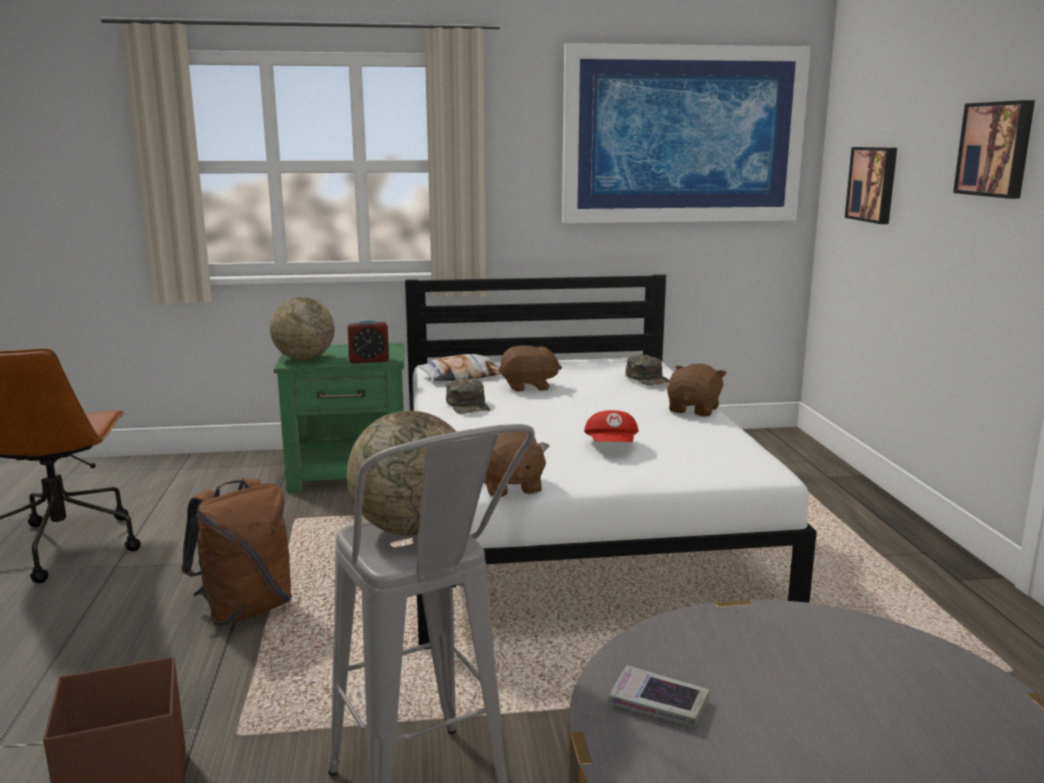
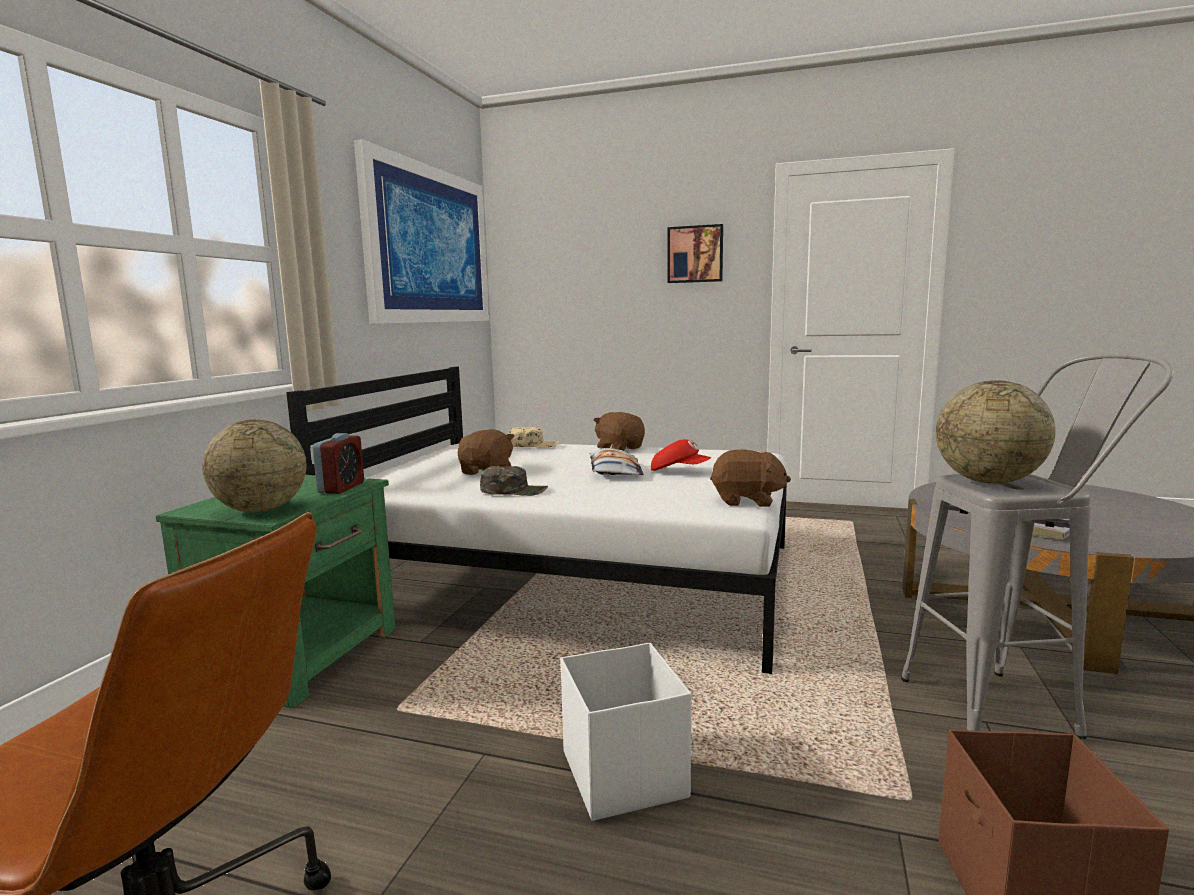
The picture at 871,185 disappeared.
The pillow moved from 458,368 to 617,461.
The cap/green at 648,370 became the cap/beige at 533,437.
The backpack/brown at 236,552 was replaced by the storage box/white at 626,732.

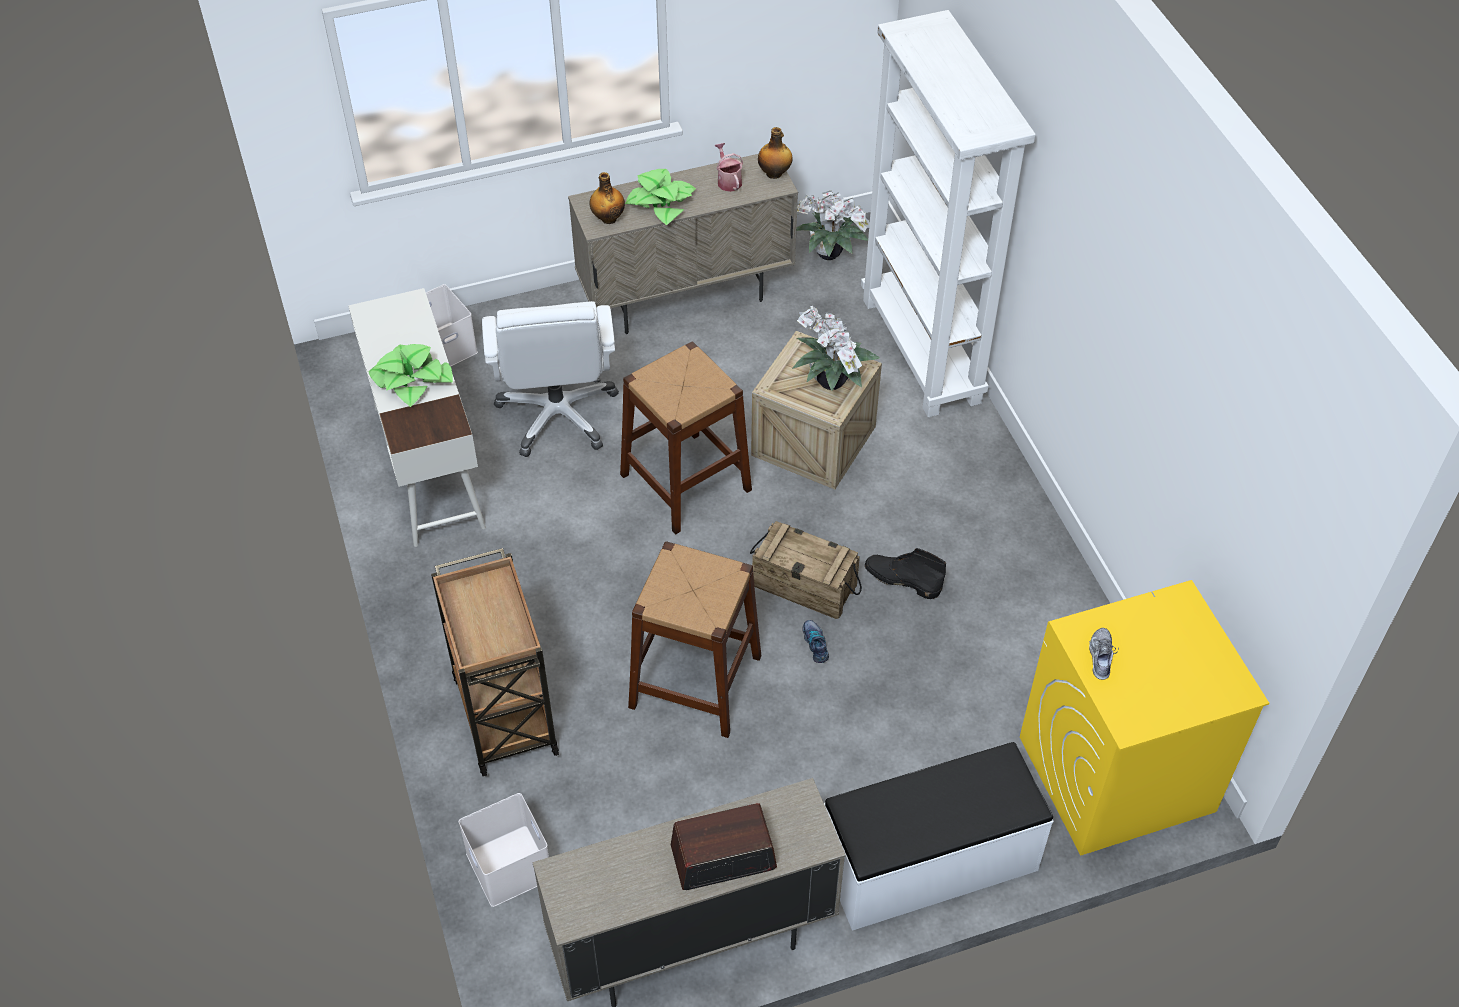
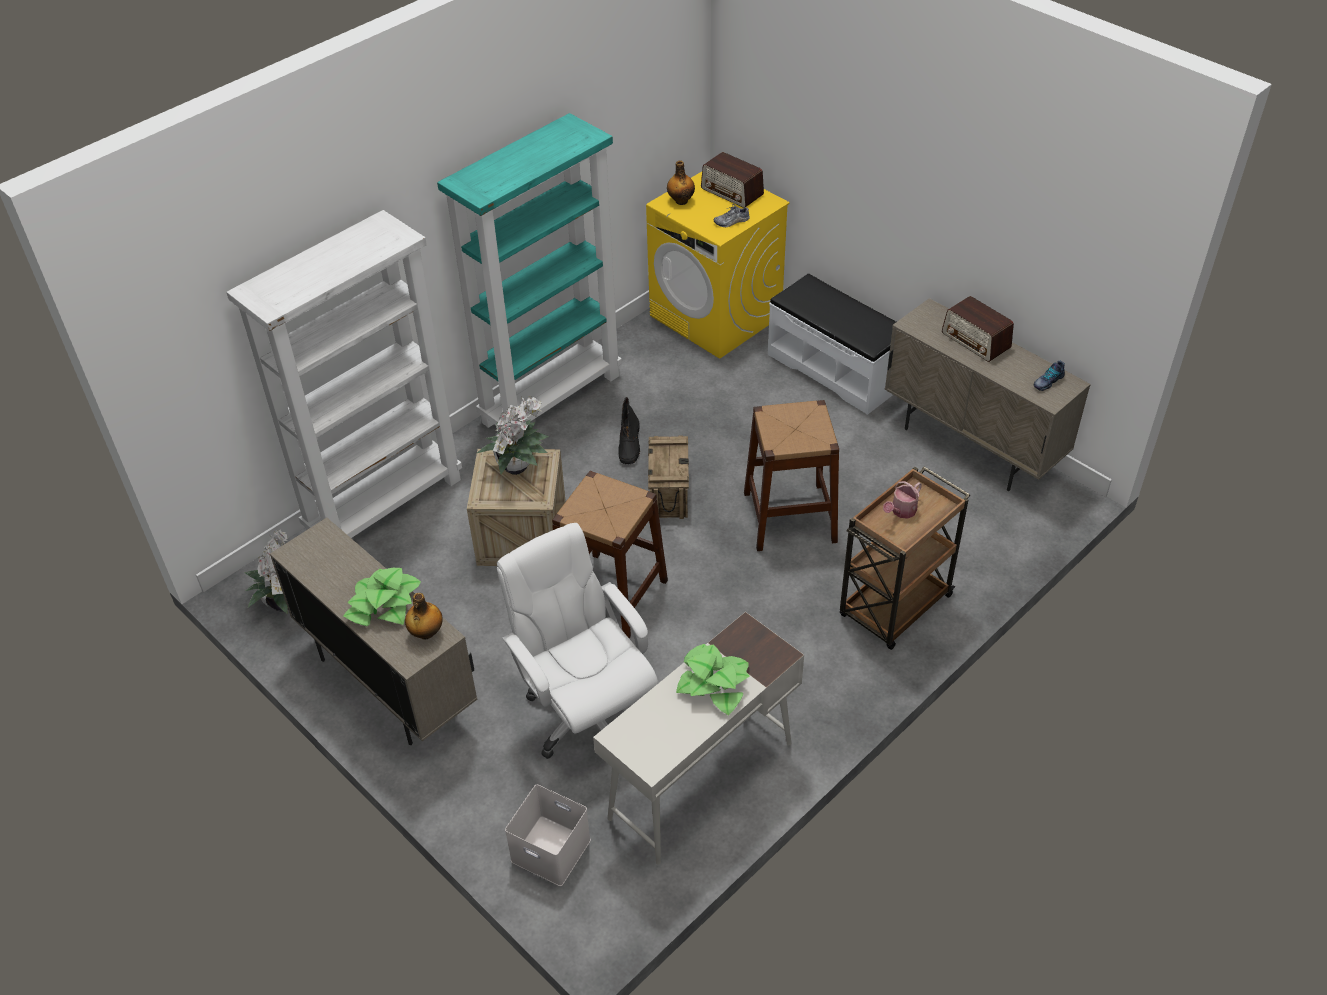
The bottle moved from 775,153 to 681,182.
The watering can moved from 728,167 to 902,500.
The office chair/white at 550,379 turned 90 degrees counterclockwise.
The shoe moved from 815,641 to 1049,376.
The storage box/white at 504,850 disappeared.
The bookcase/turquoise at 529,270 appeared.
The radio at 732,180 appeared.

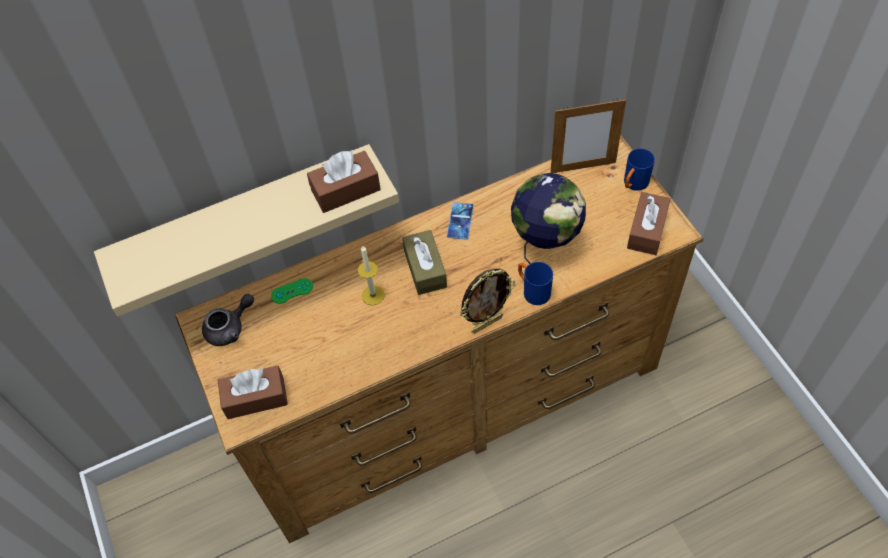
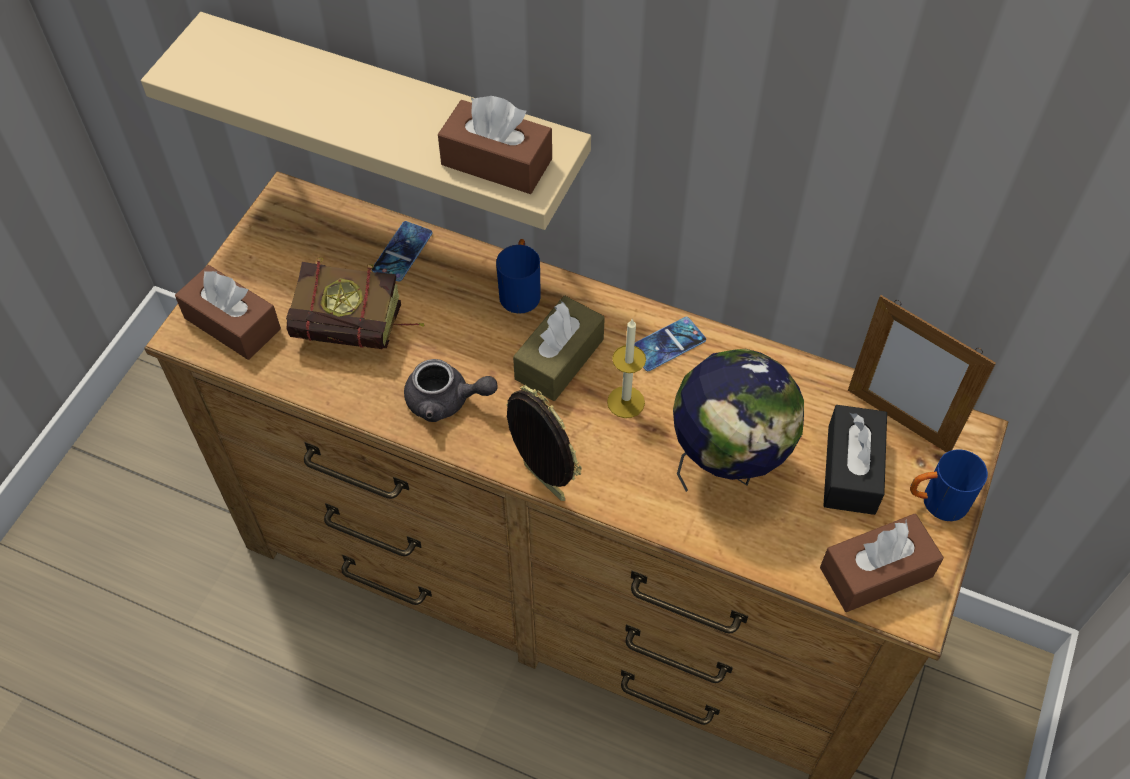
The candle moved from 371,275 to 626,368.
The mug/blue moved from 535,283 to 518,276.
The picture frame at 487,301 turned 150 degrees counterclockwise.
The game controller/green at 292,291 was replaced by the phone at 402,251.
The teapot/grey moved from 228,320 to 451,390.
The book at 355,303 appeared.
The tissue box/black at 855,460 appeared.

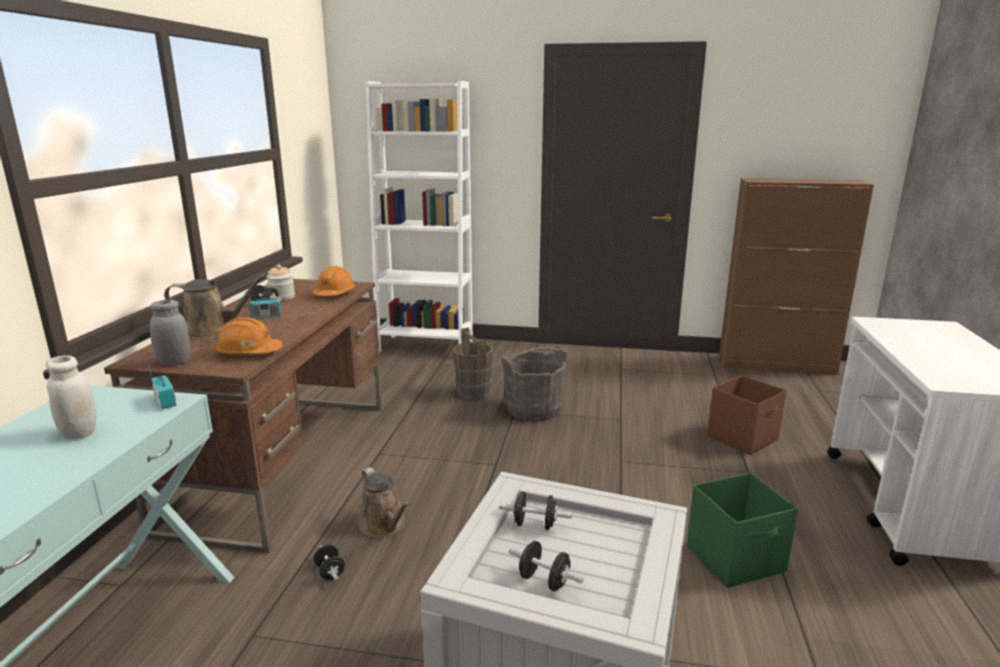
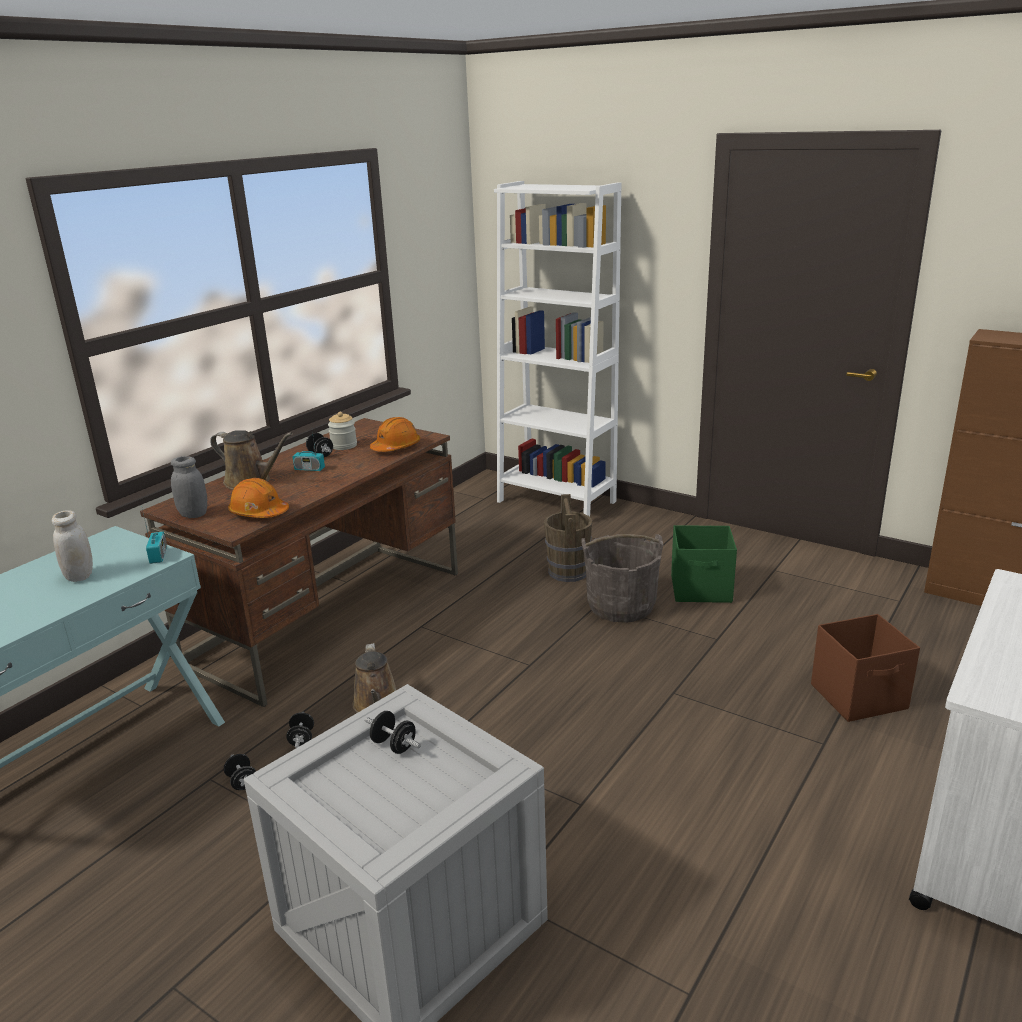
The storage box/green moved from 742,530 to 704,564.
The dumbbell/black moved from 546,566 to 240,772.

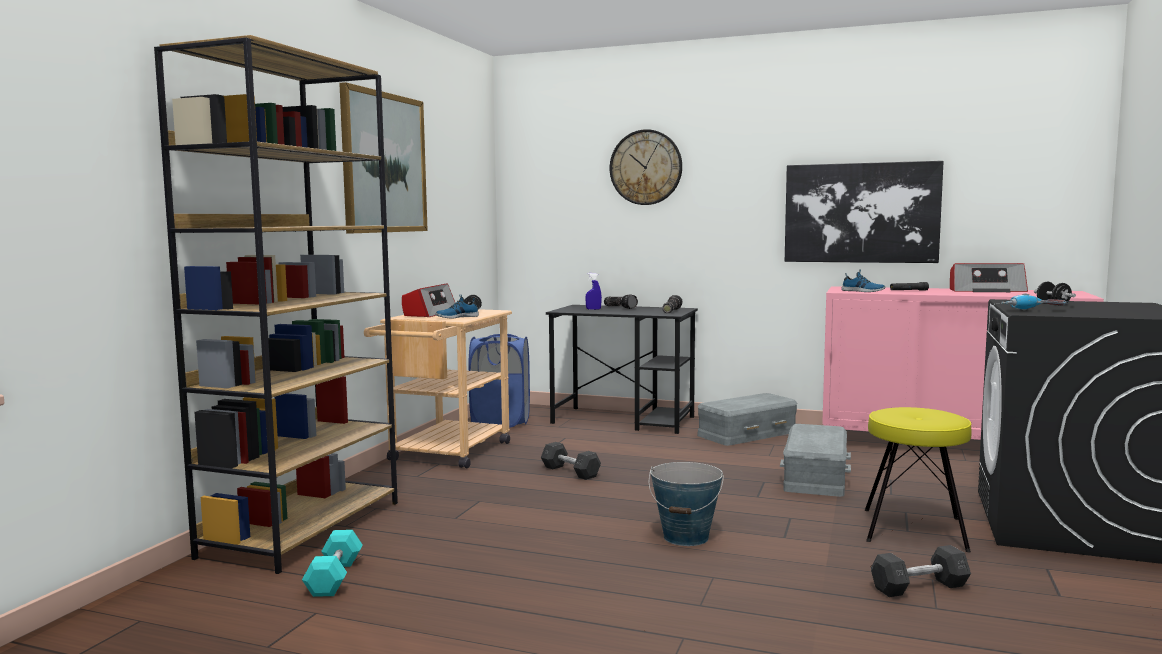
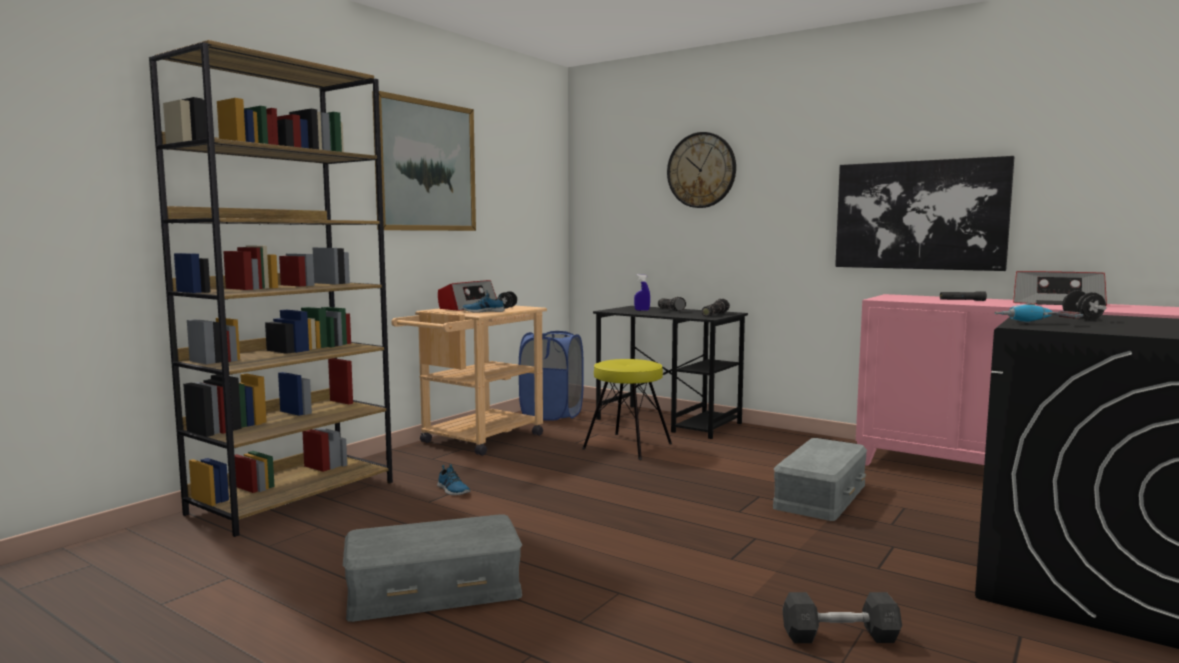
The shoe moved from 863,281 to 454,479.
The storage box/grey moved from 747,419 to 432,568.
The stool/yellow moved from 918,479 to 627,409.
The dumbbell/grey at 571,461 disappeared.
The bucket at 686,504 disappeared.
The dumbbell/turquoise at 332,563 disappeared.

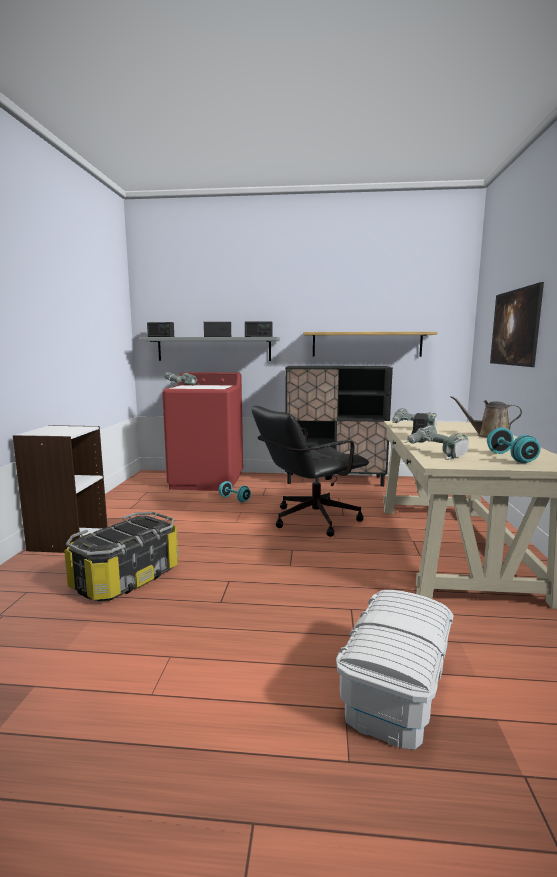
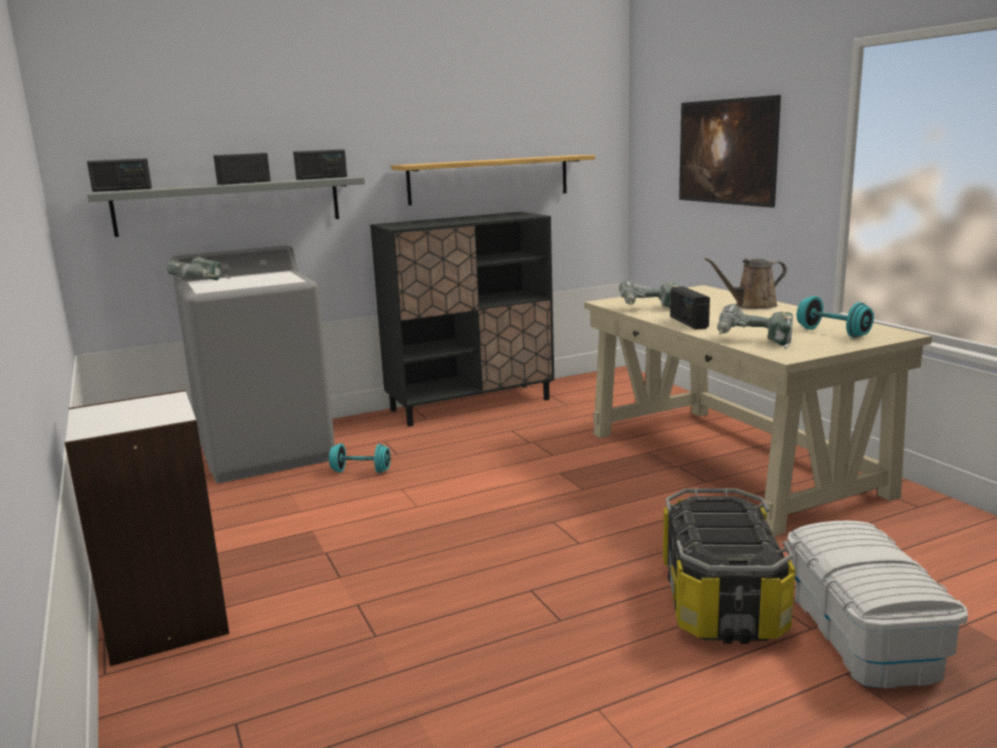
The washing machine/red at 202,431 became the washing machine/grey at 253,364.
The office chair/black at 310,471 disappeared.
The storage box moved from 121,556 to 729,566.

